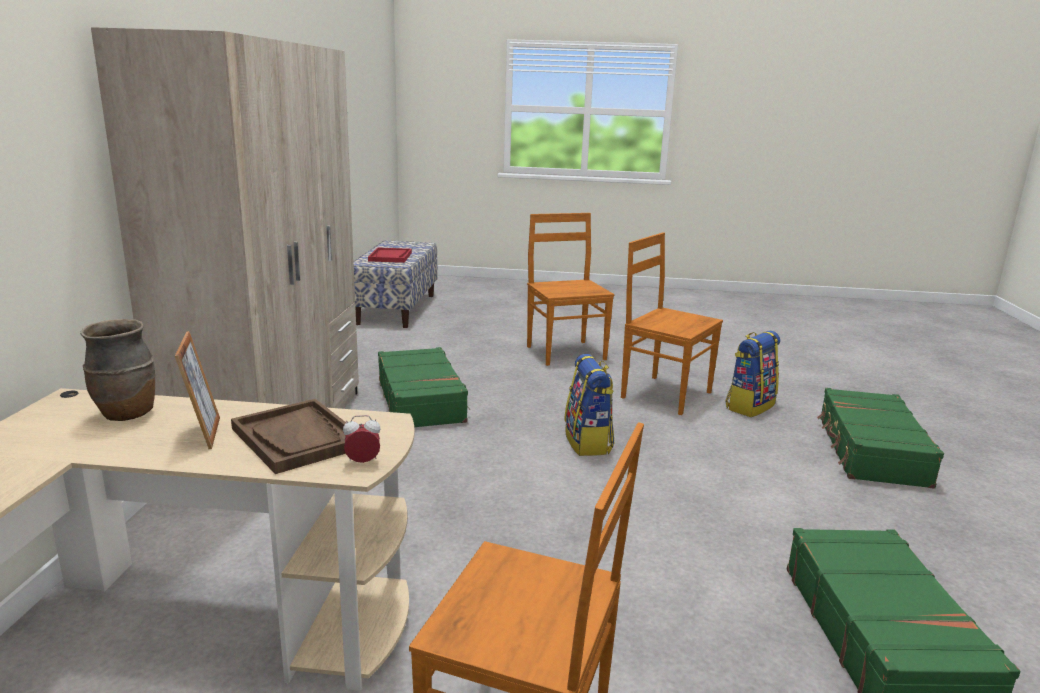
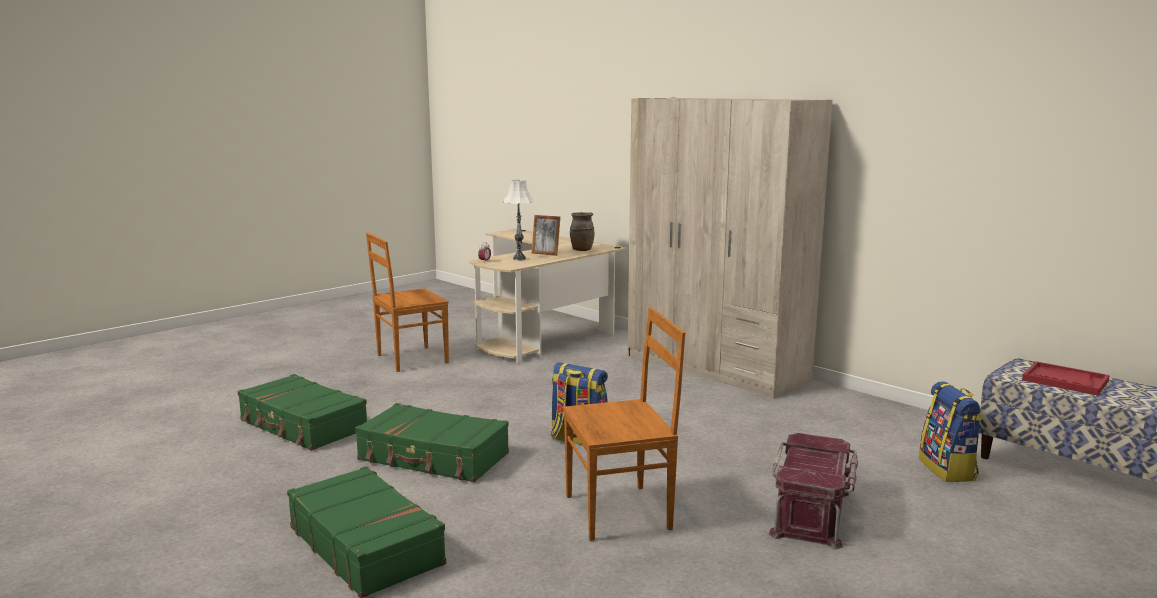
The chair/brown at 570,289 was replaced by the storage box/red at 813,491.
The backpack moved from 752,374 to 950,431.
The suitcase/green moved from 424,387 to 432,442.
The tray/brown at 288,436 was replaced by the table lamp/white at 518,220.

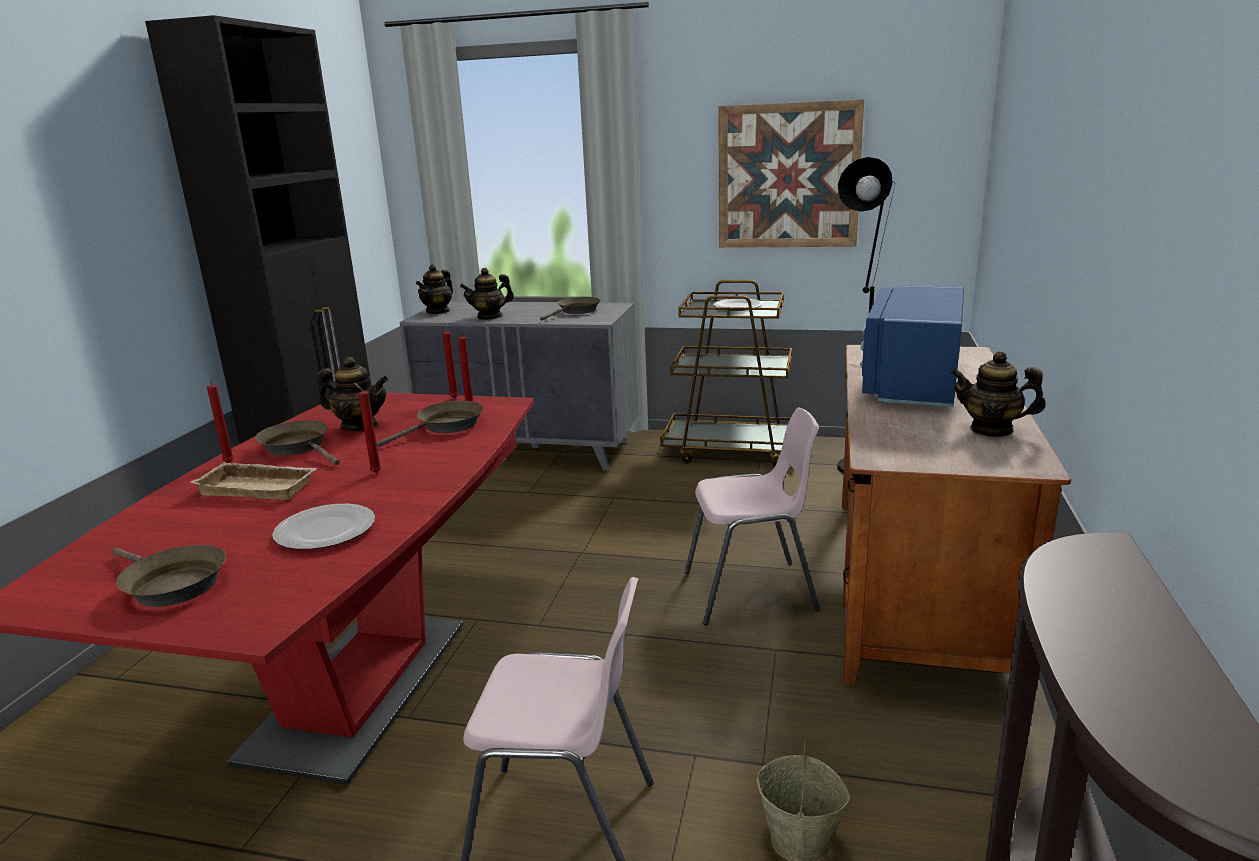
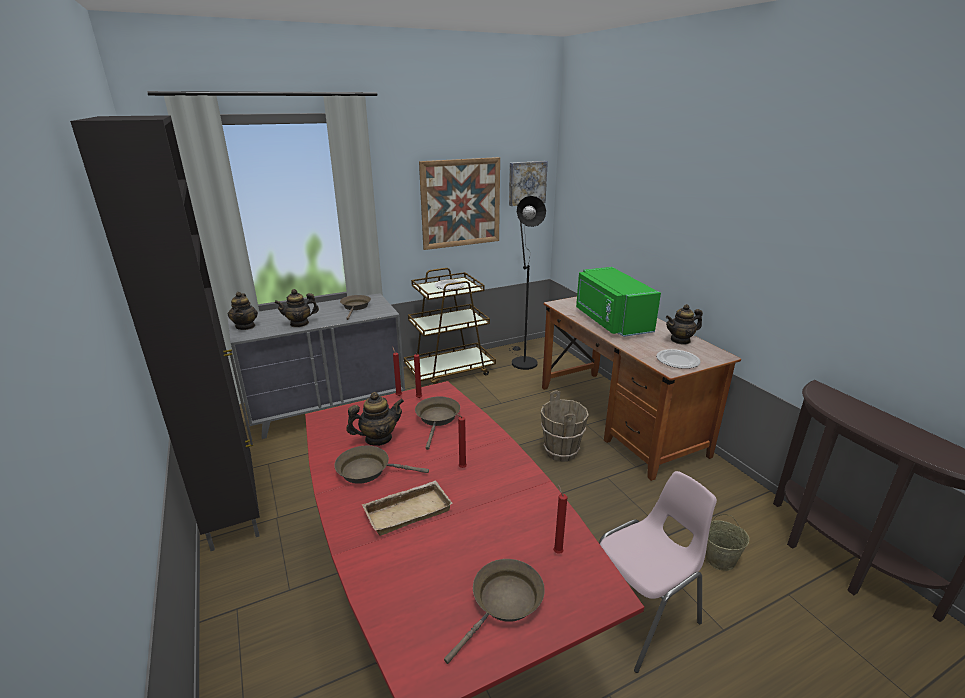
The teapot at 487,294 turned 45 degrees clockwise.
The microwave/blue at 912,346 became the microwave/green at 618,302.
The candle/red moved from 220,419 to 560,519.
The chair/pink at 752,516 was replaced by the bucket/brown at 565,426.
The plate moved from 323,527 to 678,359.
The frying pan/brown at 168,576 turned 45 degrees counterclockwise.
The picture at 528,183 appeared.

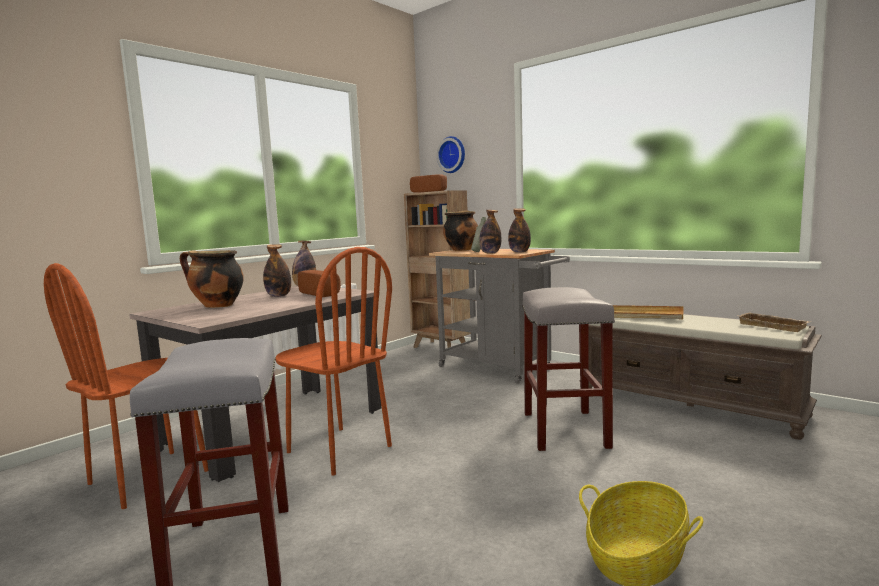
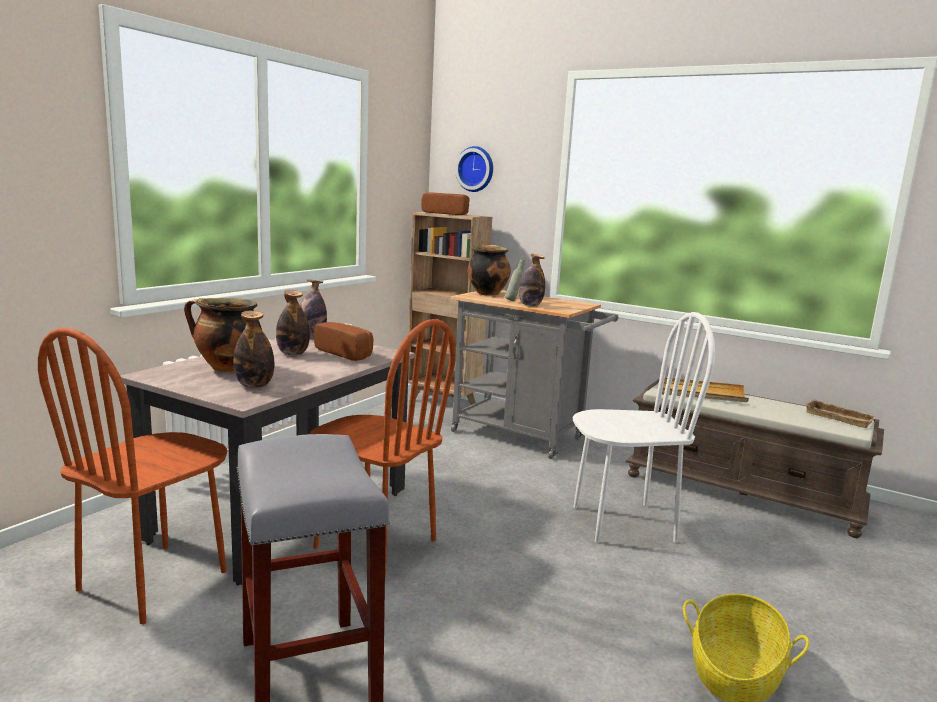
The bottle moved from 519,230 to 253,349.
The stool/grey at 568,369 was replaced by the chair/white at 644,427.

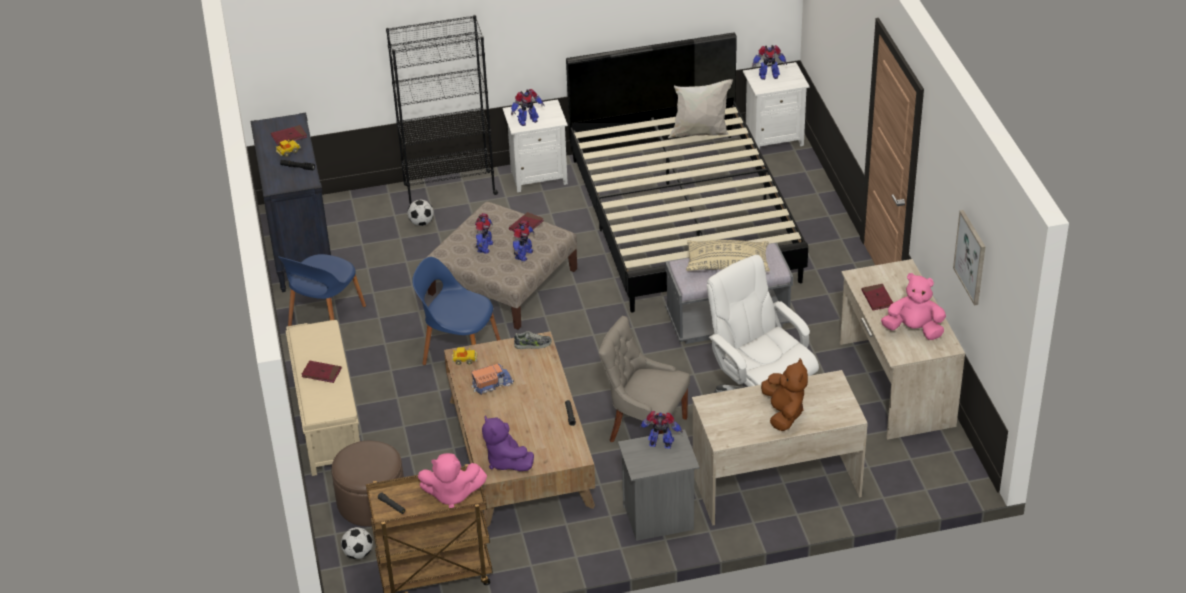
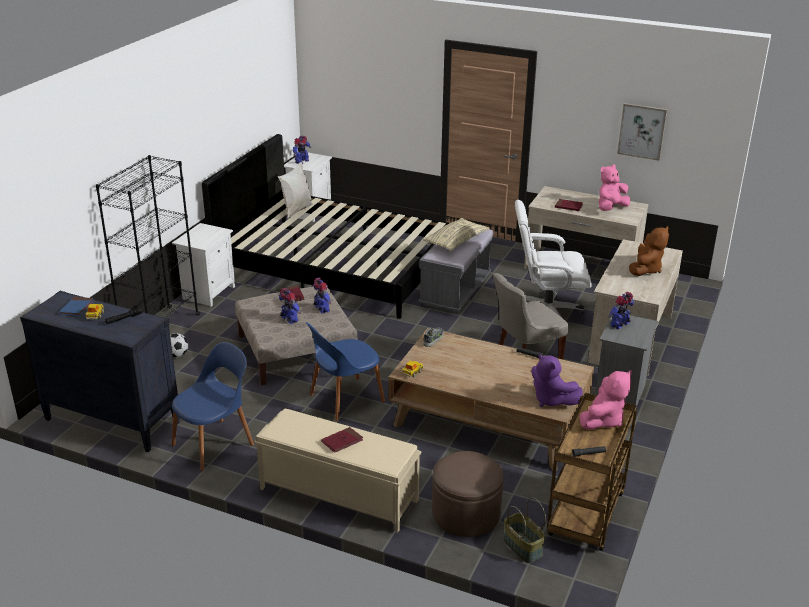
The toy robot at 528,107 disappeared.
The book/red at 289,135 became the book/blue at 76,306.
The chair/blue at 322,290 turned 105 degrees counterclockwise.
The plush toy/brown at 784,395 turned 90 degrees clockwise.
The toy truck at 492,379 disappeared.
The plush toy/purple at 508,443 turned 45 degrees clockwise.
The football at 357,543 was replaced by the basket at 524,530.

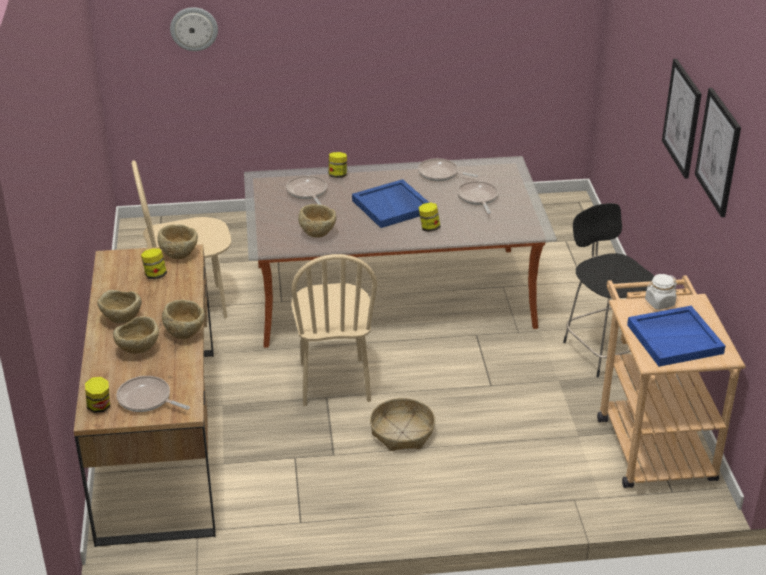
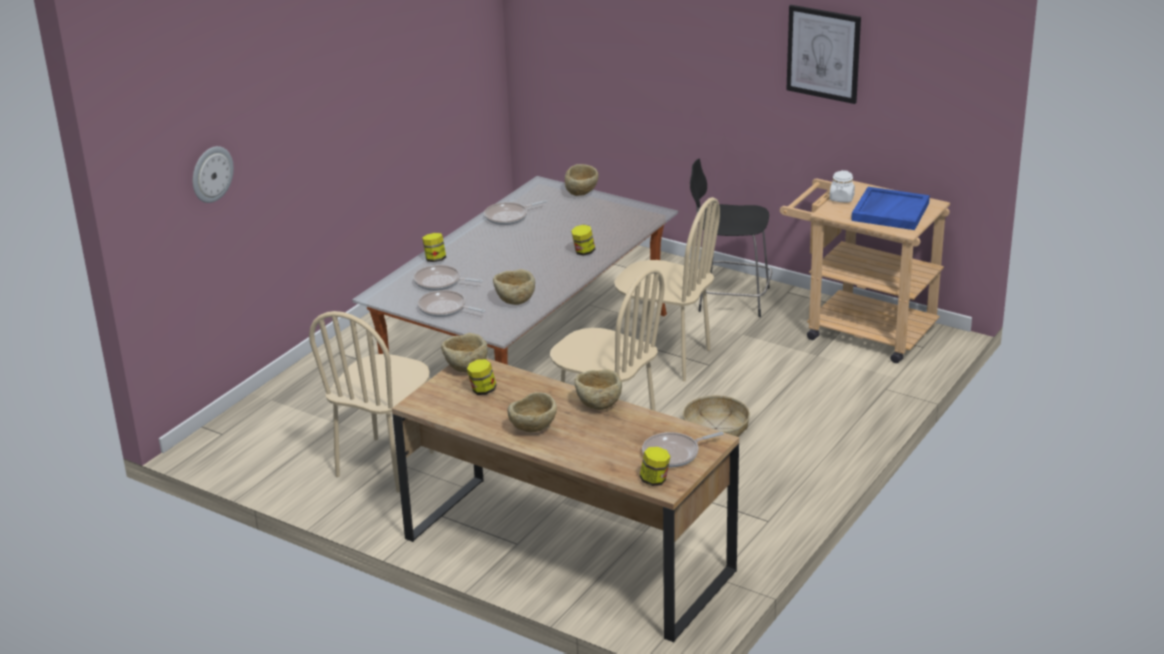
The picture at 682,119 disappeared.
The tray/blue at 391,203 disappeared.
The frying pan moved from 477,197 to 451,303.
The bowl/beige moved from 136,335 to 582,180.
The chair/beige at 667,289 appeared.

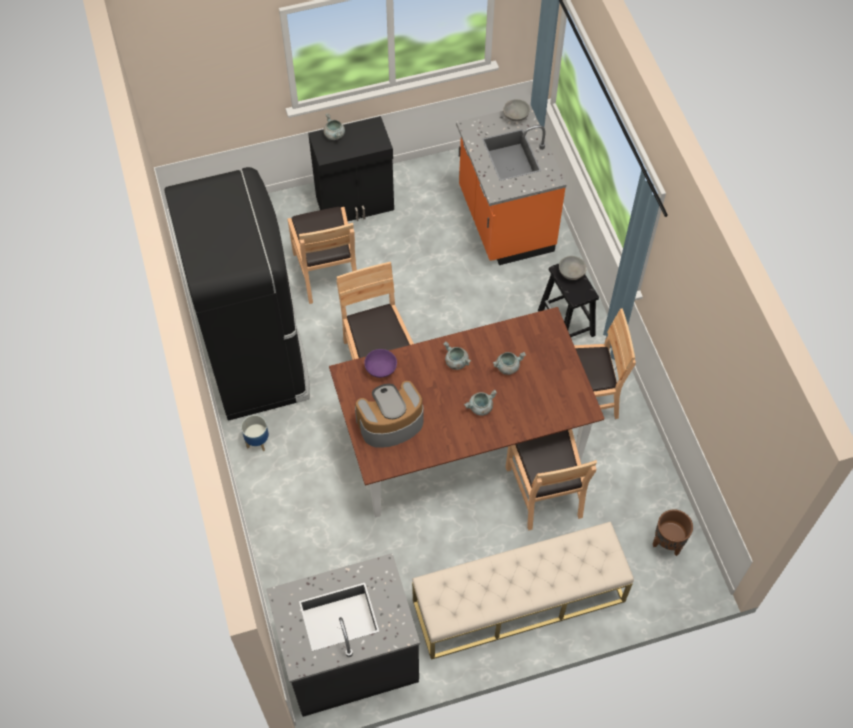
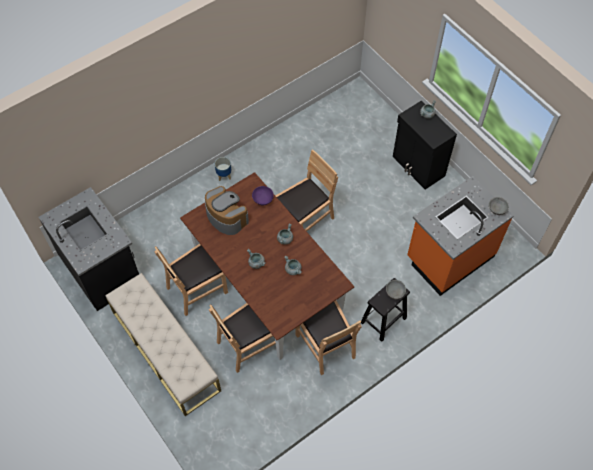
The fridge/black at 237,293 disappeared.
The chair/brown moved from 322,255 to 191,280.
The planter/brown at 673,532 disappeared.

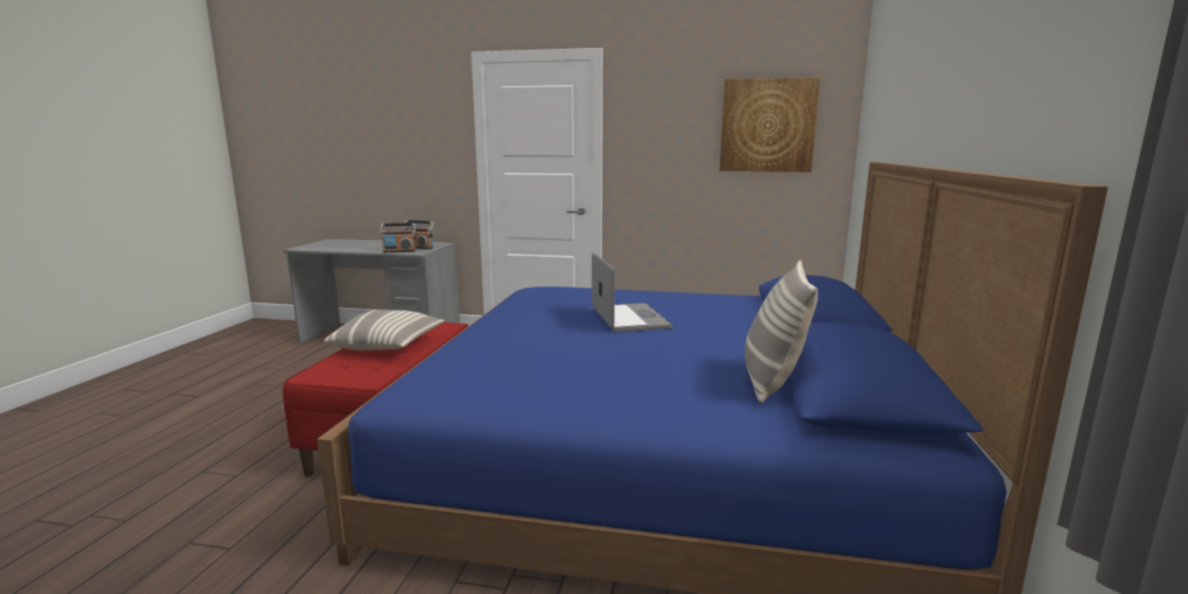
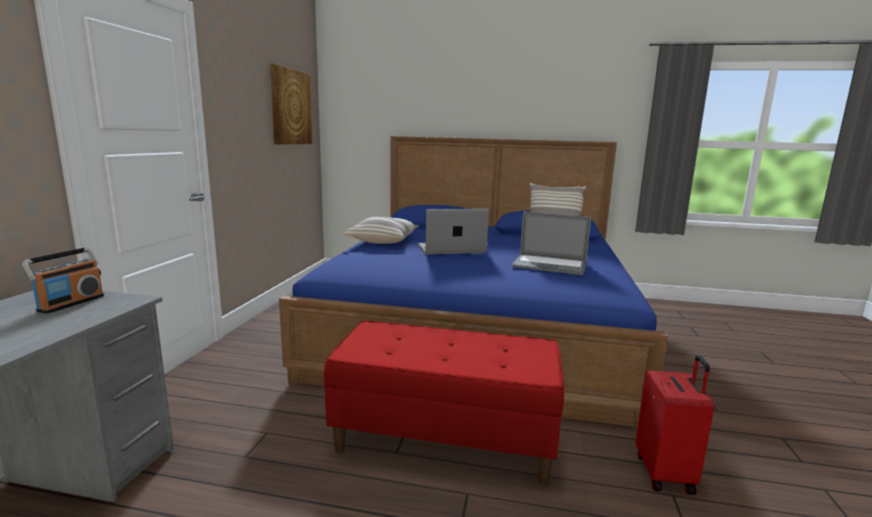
The radio at 398,238 disappeared.
The pillow moved from 384,330 to 381,230.
The laptop at 551,243 appeared.
The suitcase/red at 675,425 appeared.

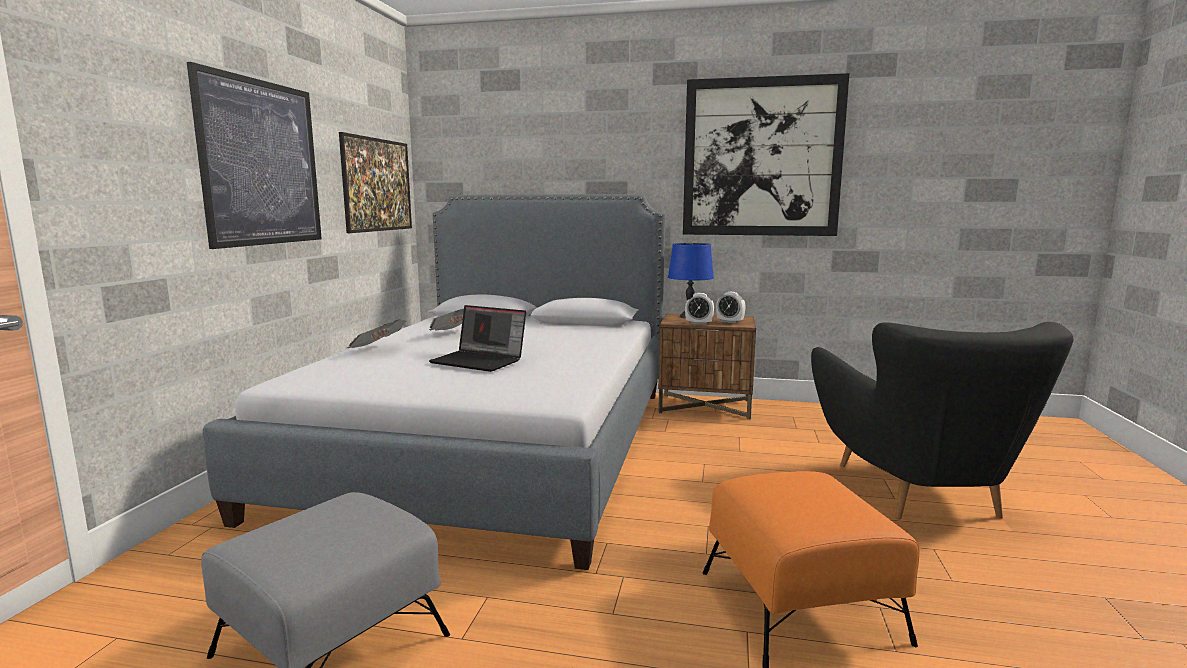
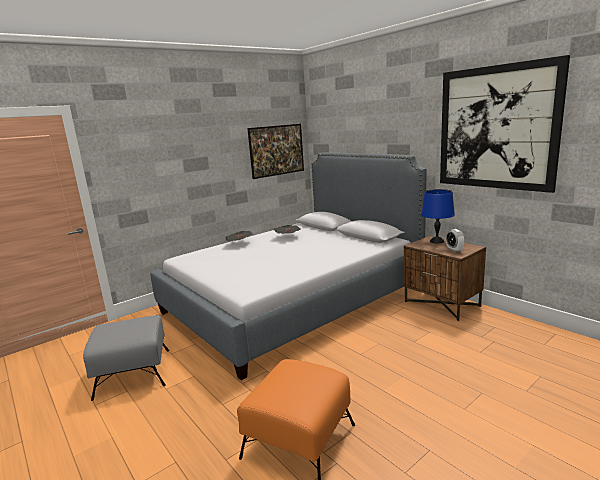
The picture at 254,155 disappeared.
The alarm clock at 699,309 disappeared.
The laptop at 477,338 disappeared.
The armchair/black at 942,421 disappeared.

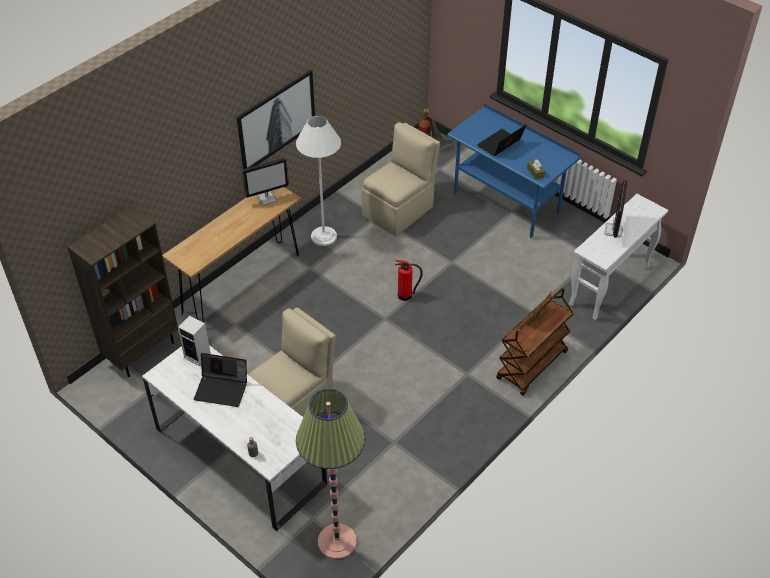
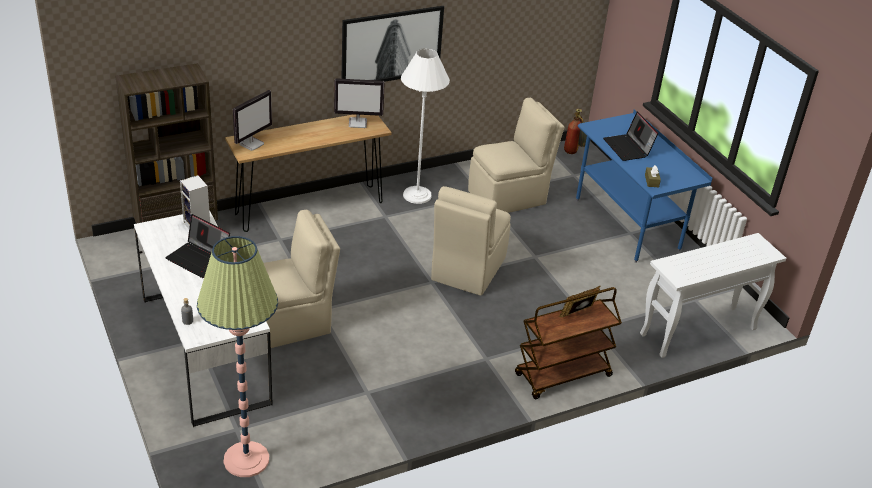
The laptop at 502,140 turned 90 degrees counterclockwise.
The monitor moved from 615,209 to 252,120.
The fire extinguisher at 409,280 was replaced by the chair/beige at 471,241.

